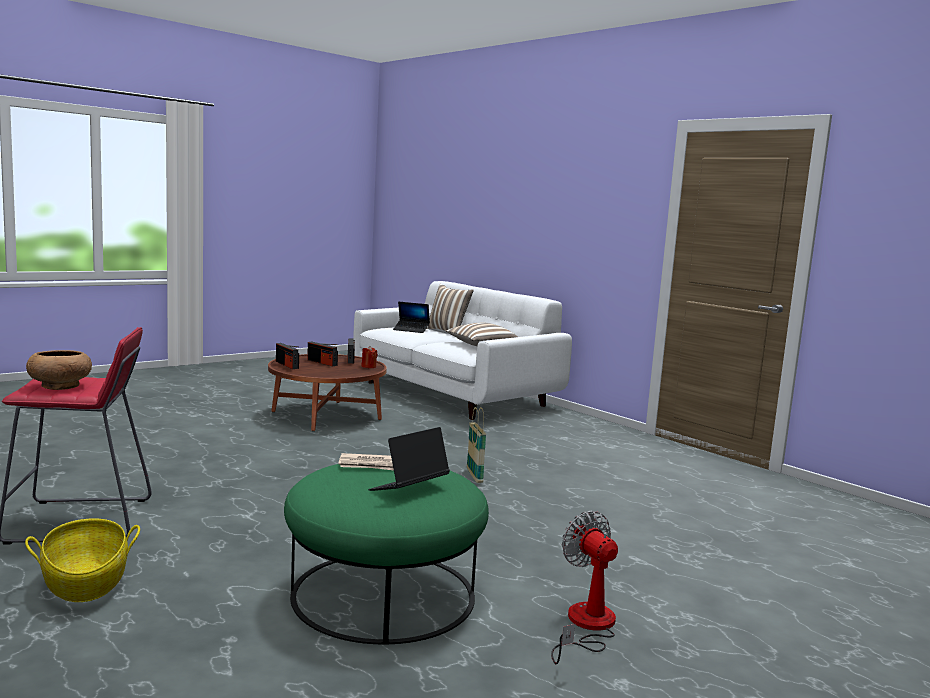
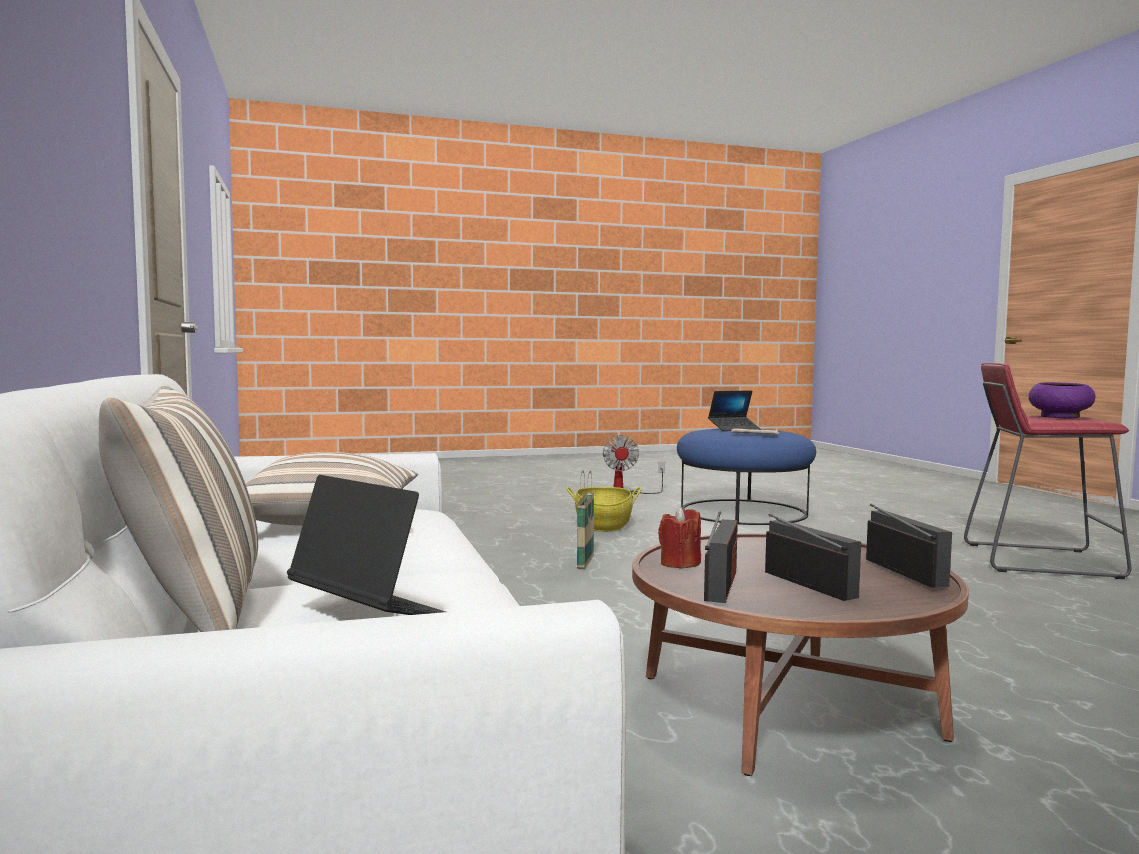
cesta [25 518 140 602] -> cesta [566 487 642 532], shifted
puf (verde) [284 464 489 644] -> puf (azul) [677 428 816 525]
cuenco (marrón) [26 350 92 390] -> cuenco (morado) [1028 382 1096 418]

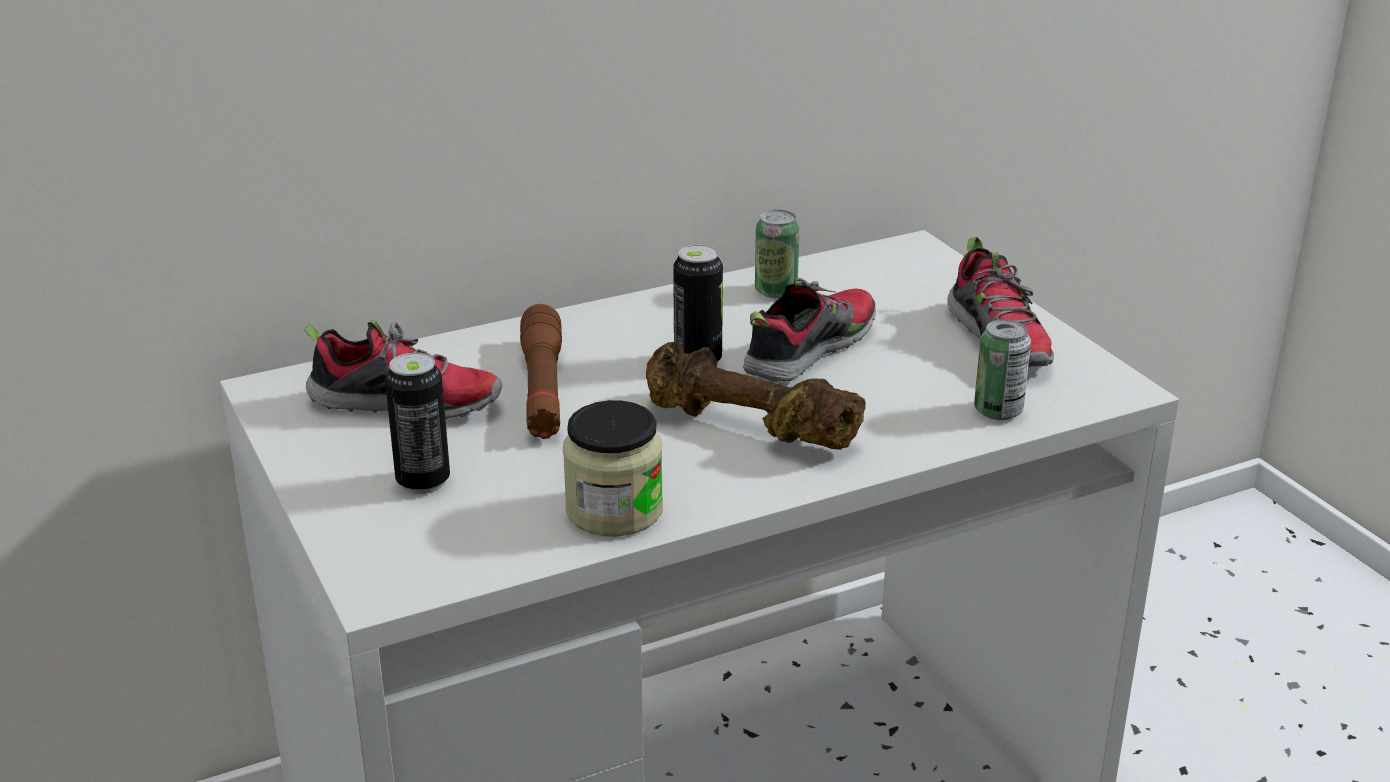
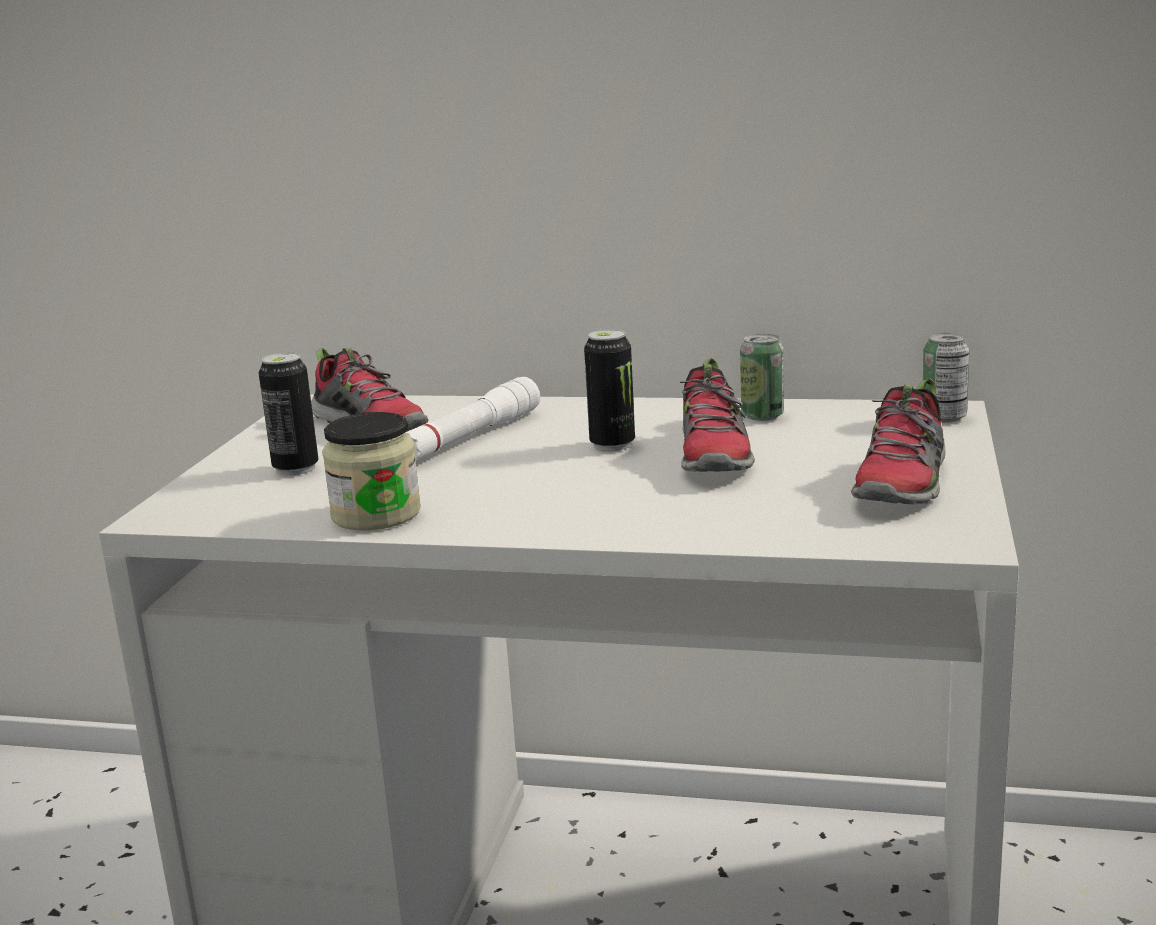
linterna (marrón) [520 304 562 439] -> linterna (blanco) [406 377 540 461]
zapato [743 278 876 382] -> zapato [680 358 755 472], 105 degrees clockwise
lata [974 319 1031 420] -> lata [923 333 970 423], shifted
mancuerna (marrón) [646 342 866 450] -> none

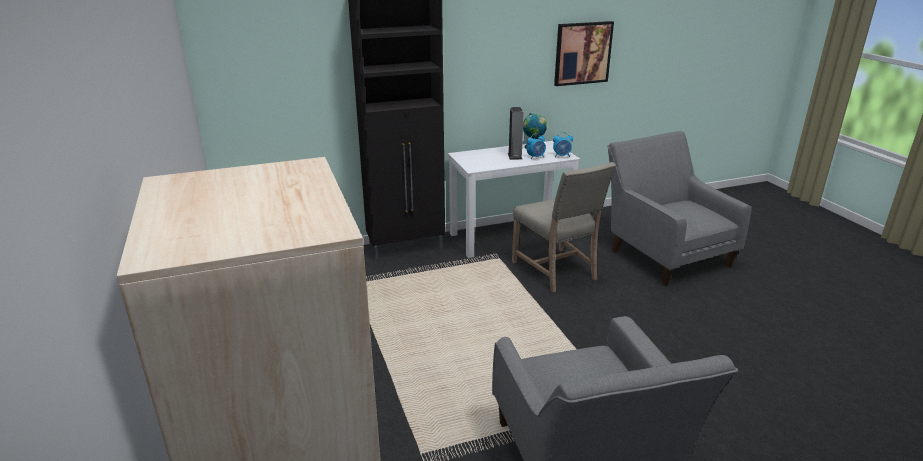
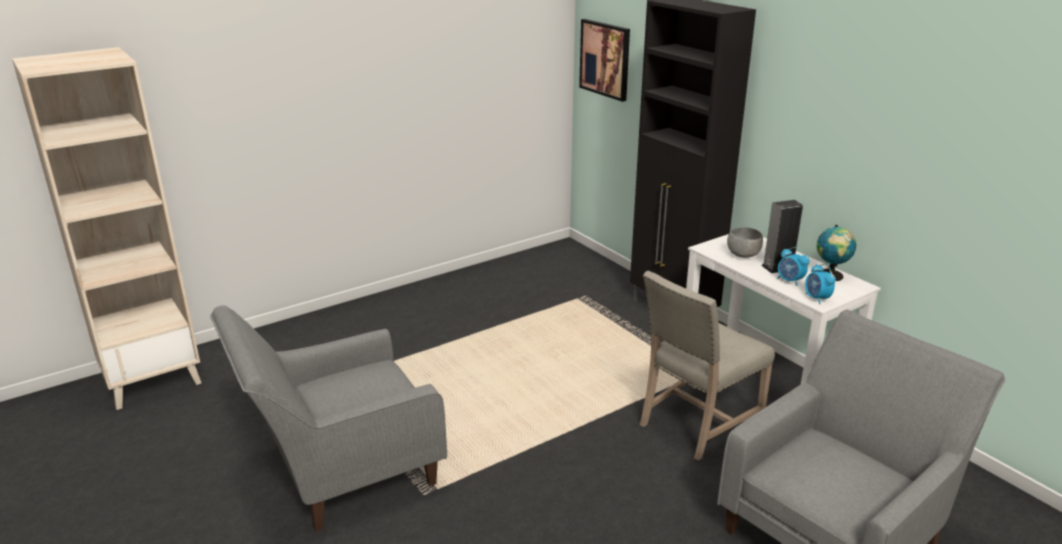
cuadro [554 21 614 86] -> cuadro [579 19 630 102], shifted
none -> cuenco (gris) [727 227 763 258]

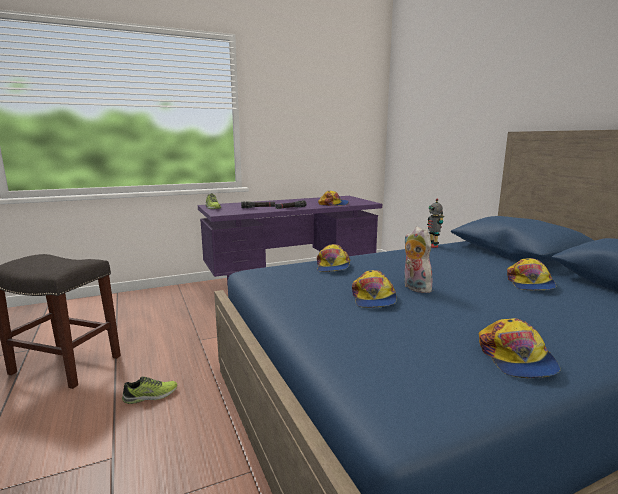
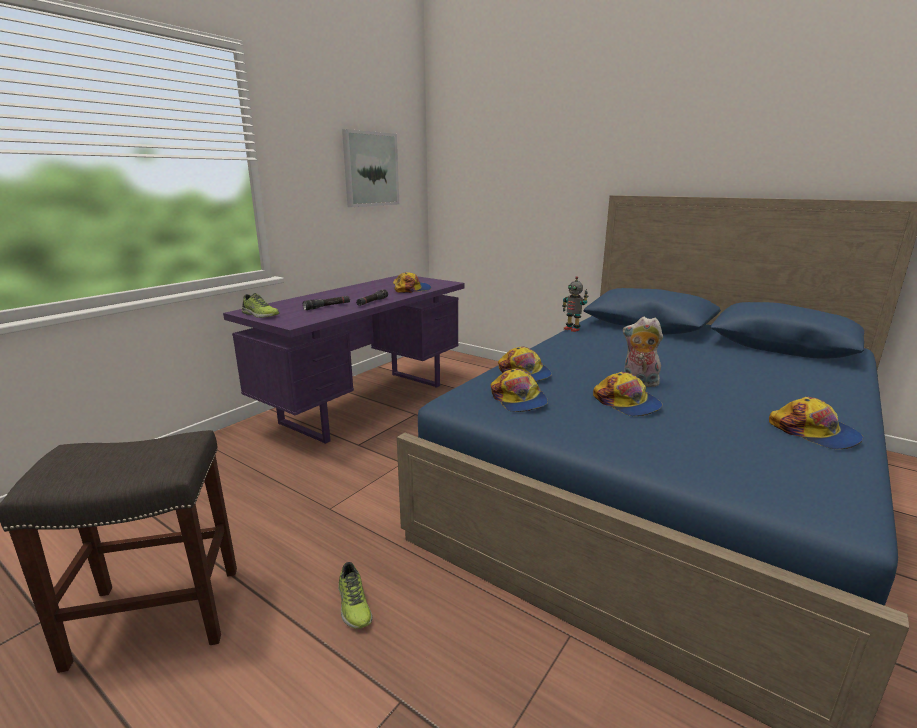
zapato [122 376 177 404] -> zapato [338 562 372 629], 120 degrees clockwise
none -> cuadro [342 129 399 207]
gorra [507 258 556 290] -> gorra [491 369 548 412], shifted

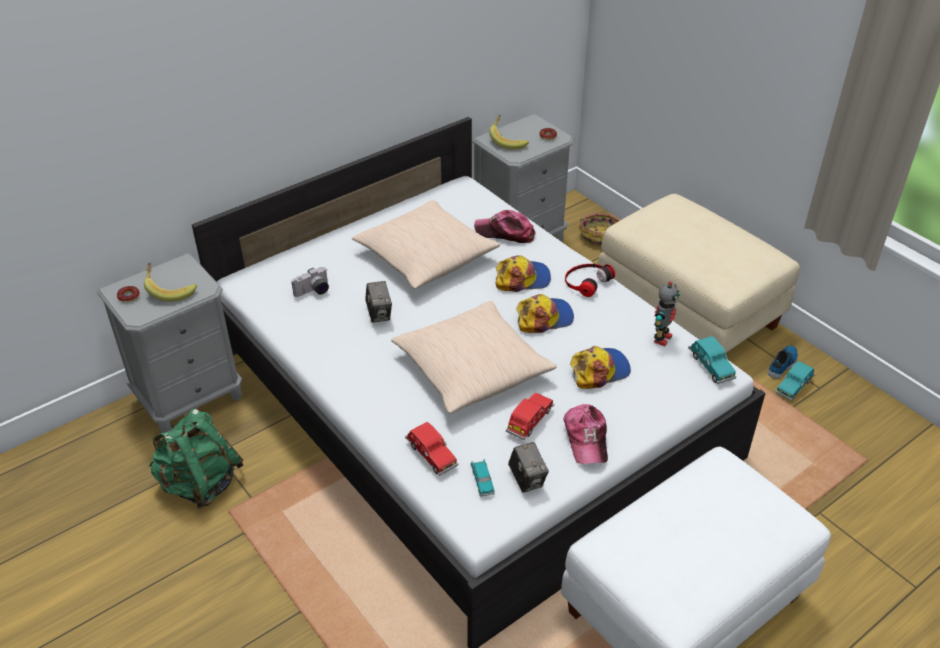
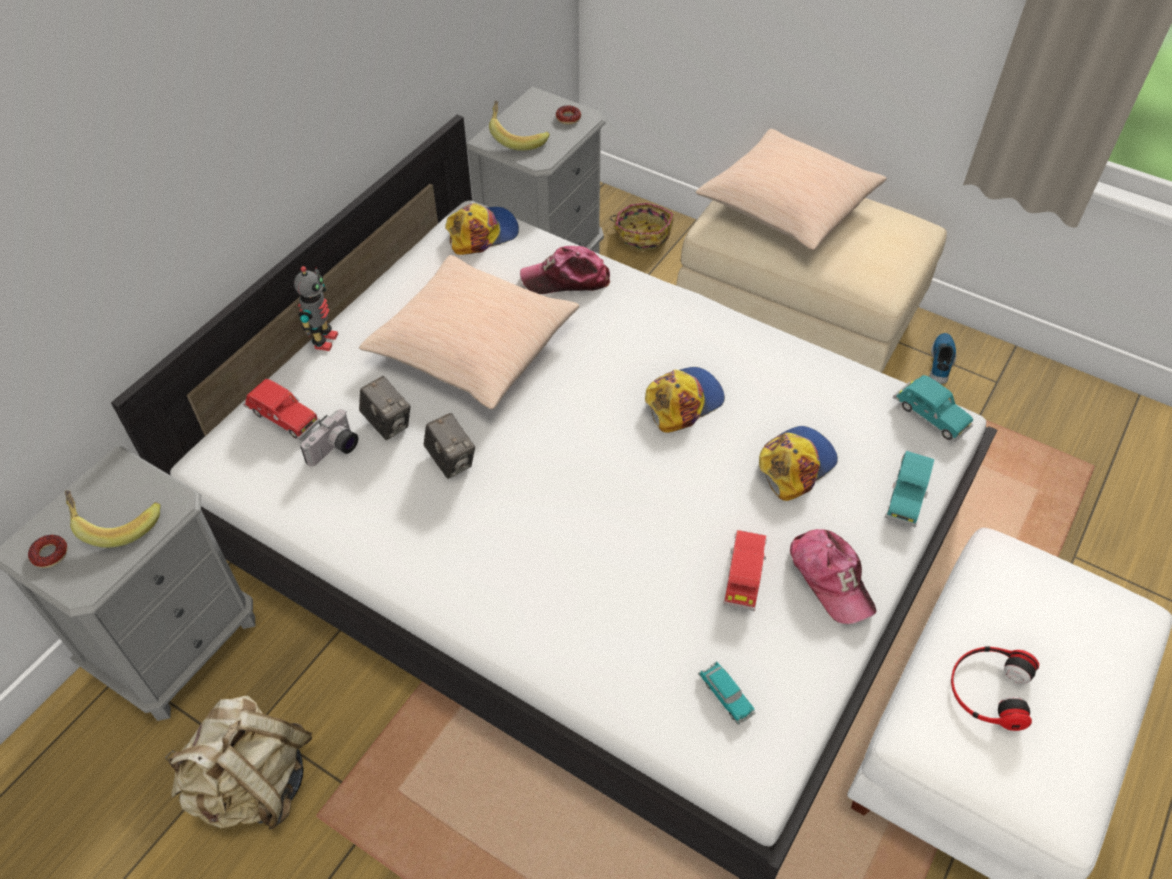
mochila (verde) [149 409 243 509] -> mochila (beis) [165 696 312 829]
coche de juguete (rojo) [405 422 458 476] -> coche de juguete (rojo) [243 379 320 440], shifted
robot de juguete [654 281 680 346] -> robot de juguete [294 266 338 351], shifted
cámara [508 442 549 493] -> cámara [359 376 410 440], shifted
gorra [495 255 551 292] -> gorra [445 203 519 255], shifted
cojín (beis) [391 301 557 414] -> cojín (beis) [695 129 887 250], shifted
coche de juguete (turquesa) [775 361 815 401] -> coche de juguete (turquesa) [884 451 934 528], shifted
auriculares [565 263 615 297] -> auriculares [951 646 1039 731], shifted

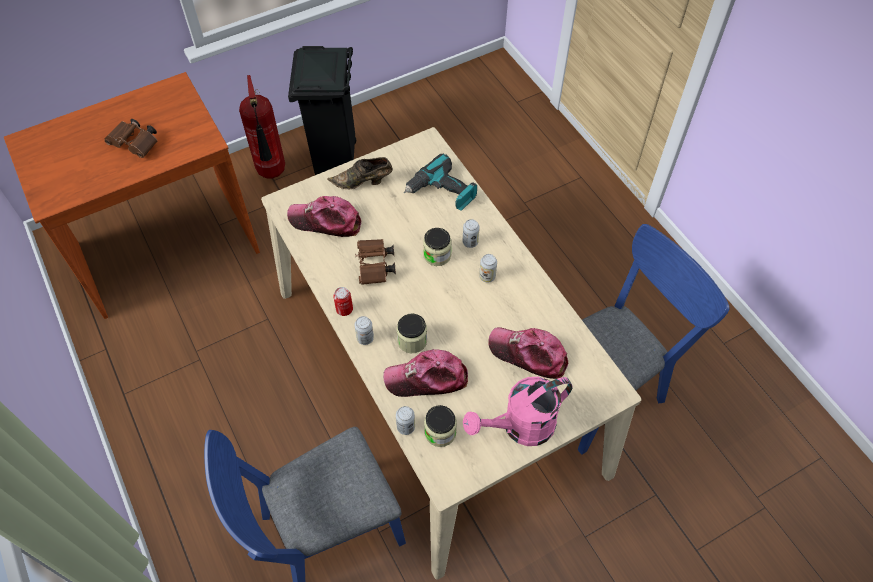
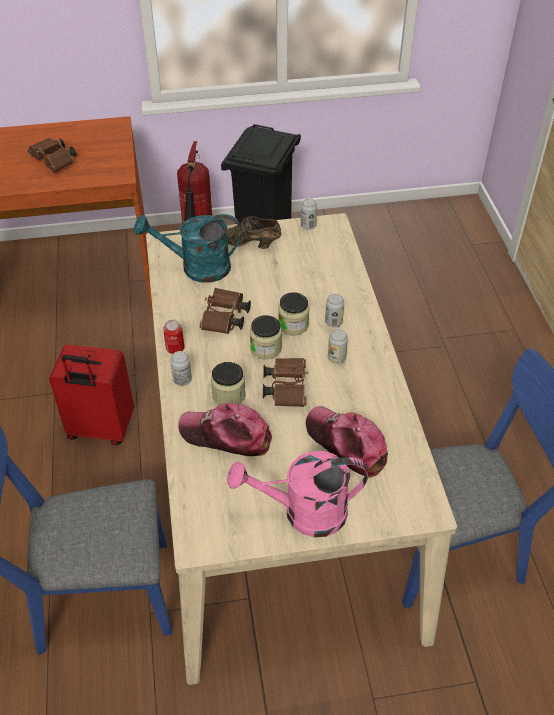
none -> maleta (rojo) [49 345 134 445]
gorra [287 196 361 237] -> regadera (turquesa) [134 214 241 283]
tarro [424 405 457 447] -> tarro [250 315 282 360], shifted
none -> prismáticos (marrón) [263 358 308 407]
lata [396 406 415 435] -> lata [301 199 317 230], shifted
taladro [404 153 477 211] -> none

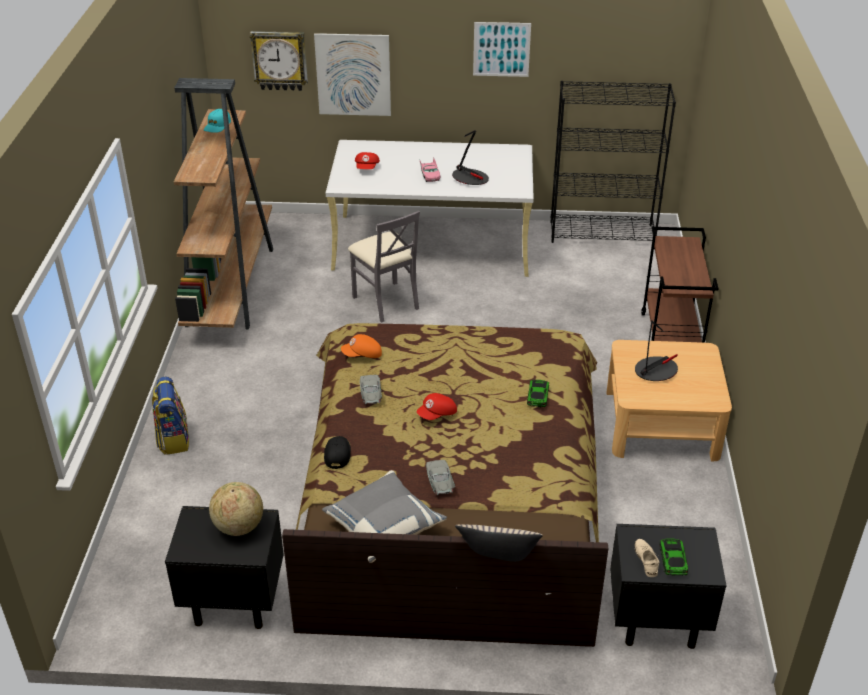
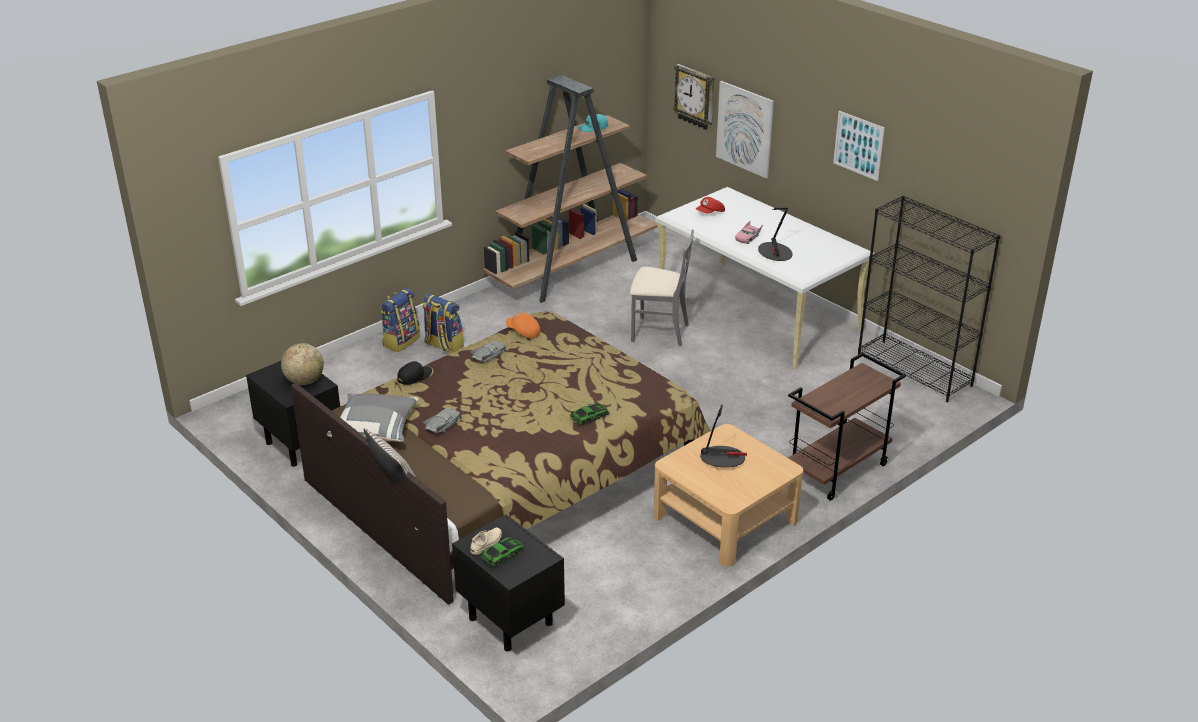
none -> mochila [423 293 464 354]
silla (gris) [348 211 420 323] -> silla (gris) [630 230 694 346], 90 degrees counterclockwise
gorra (rojo) [417 393 457 420] -> none

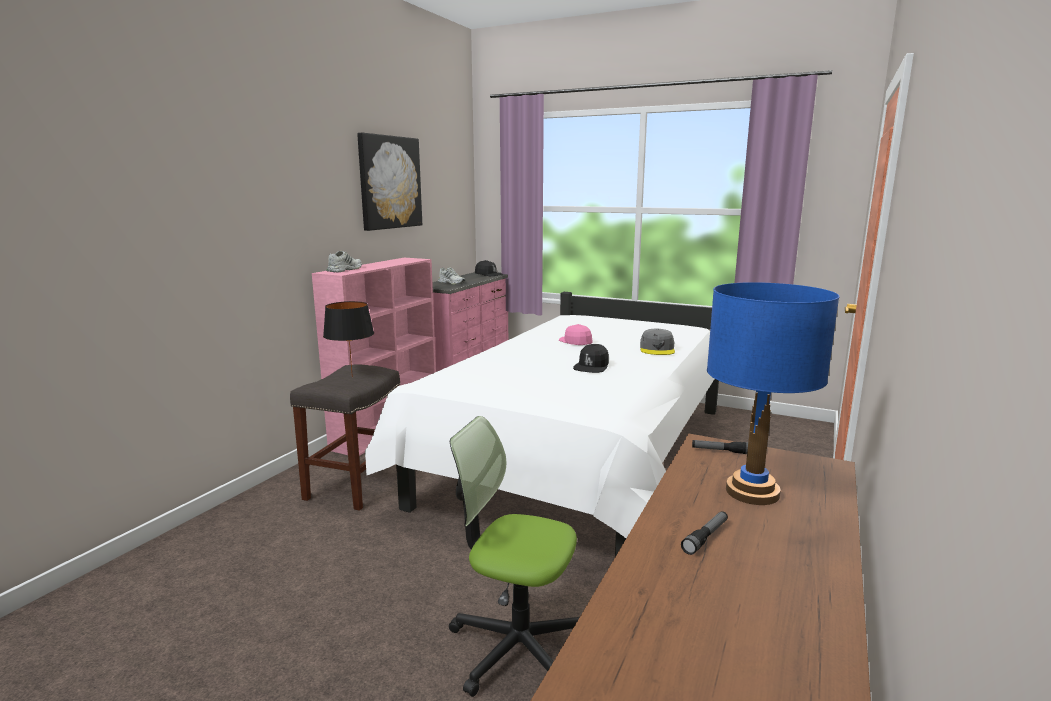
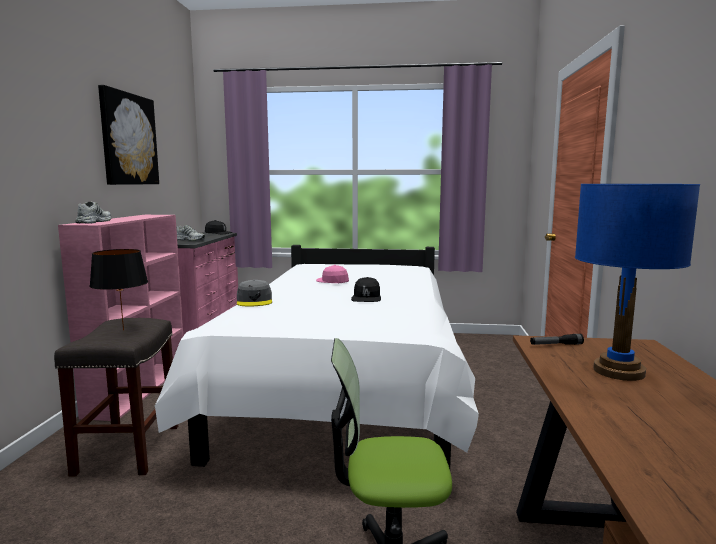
gorra (gris) [640 329 675 355] -> gorra (gris) [237 280 272 306], shifted
linterna [681 511 728 555] -> none

